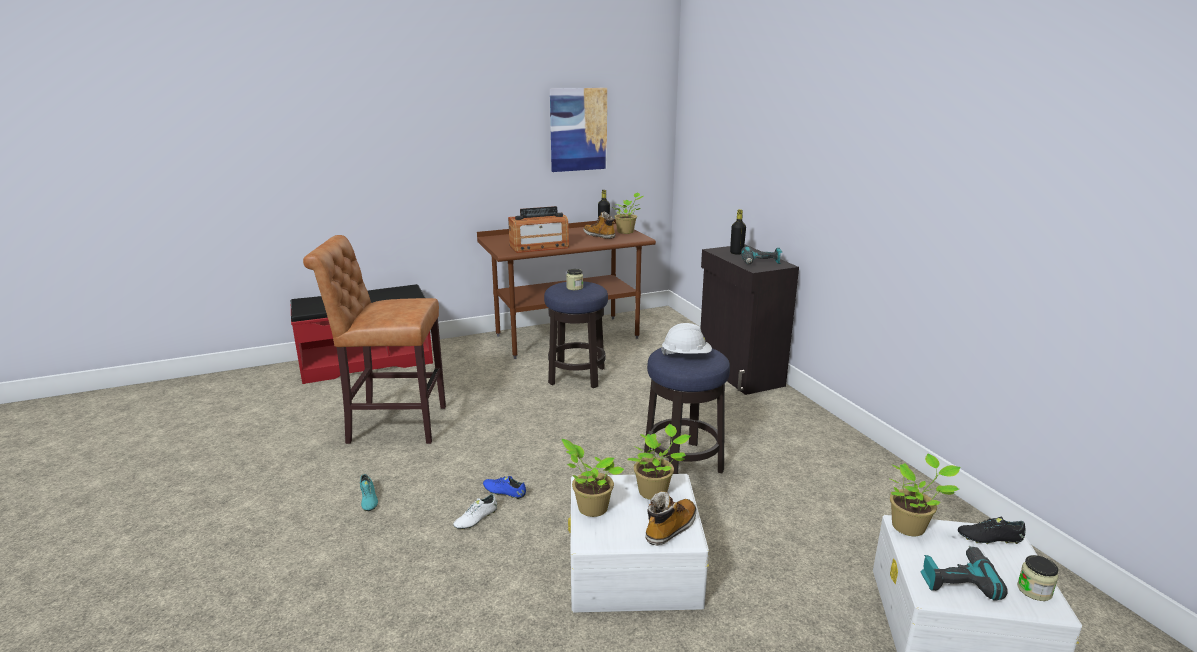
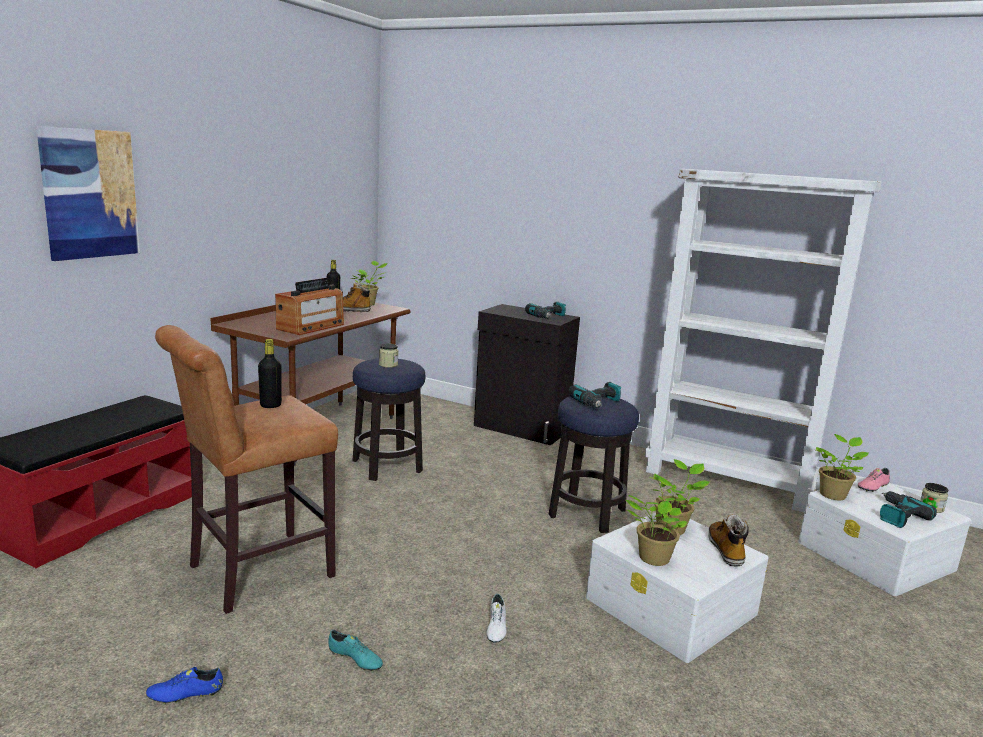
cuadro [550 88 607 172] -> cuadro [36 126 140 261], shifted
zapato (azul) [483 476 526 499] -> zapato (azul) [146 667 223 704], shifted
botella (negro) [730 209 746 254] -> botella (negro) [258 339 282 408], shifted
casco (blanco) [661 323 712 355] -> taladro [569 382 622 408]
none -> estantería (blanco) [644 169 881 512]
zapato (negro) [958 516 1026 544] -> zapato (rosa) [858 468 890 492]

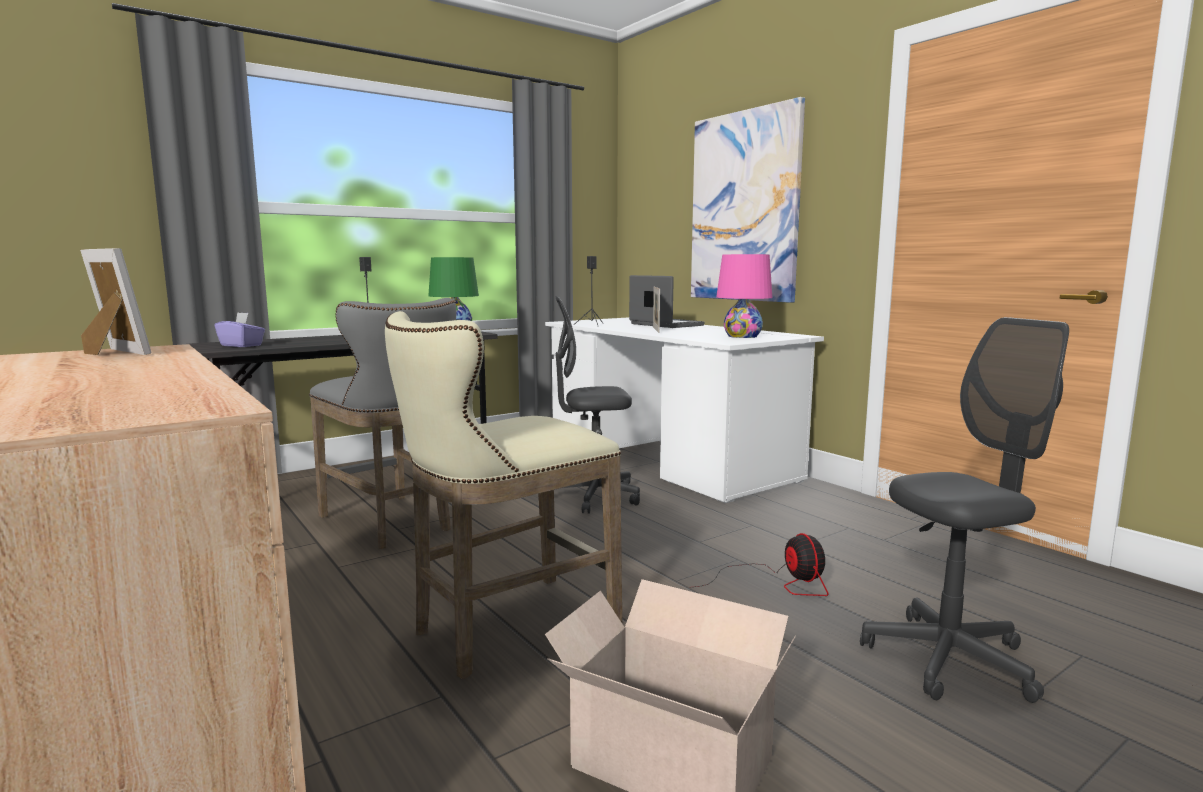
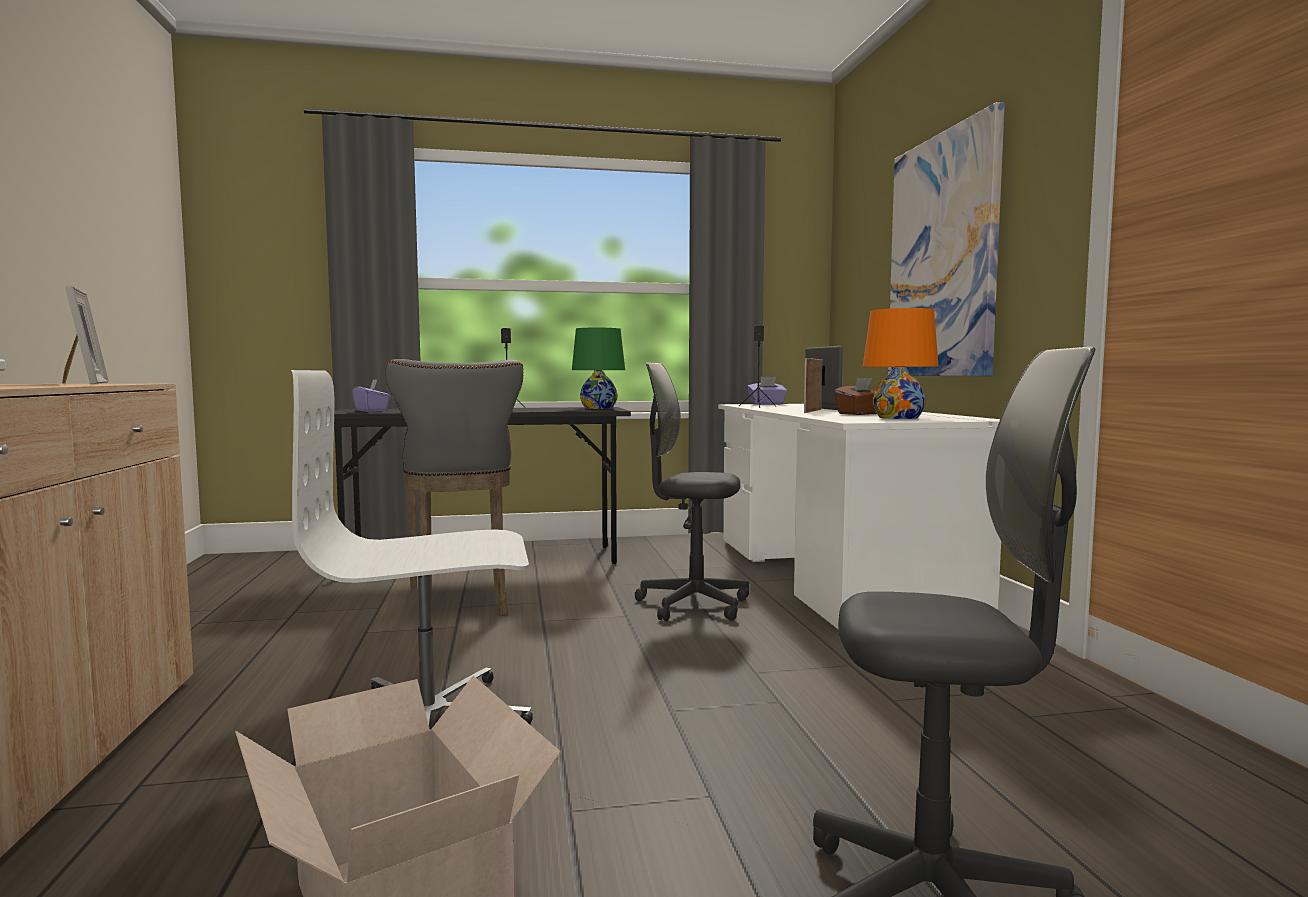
taburete (beis) [385 311 622 679] -> silla de oficina (blanco) [291 370 533 725]
none -> caja de pañuelos (morado) [747 377 787 405]
none -> caja de pañuelos (marrón) [834 378 877 415]
lámpara de mesa (rosa) [716 254 772 338] -> lámpara de mesa (naranja) [863 308 939 419]
ventilador [694 533 828 596] -> none

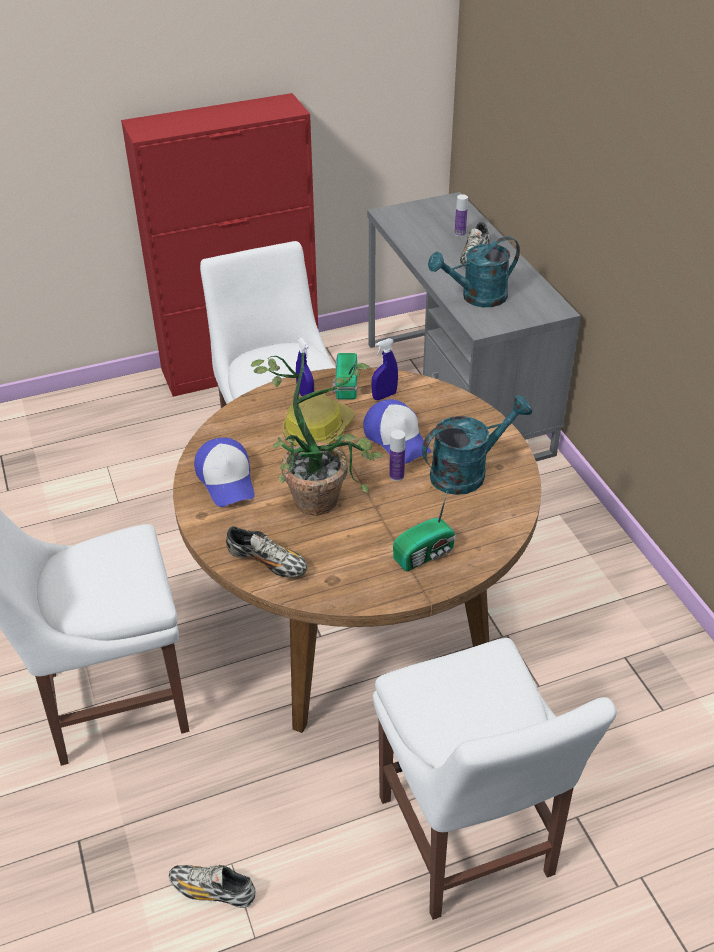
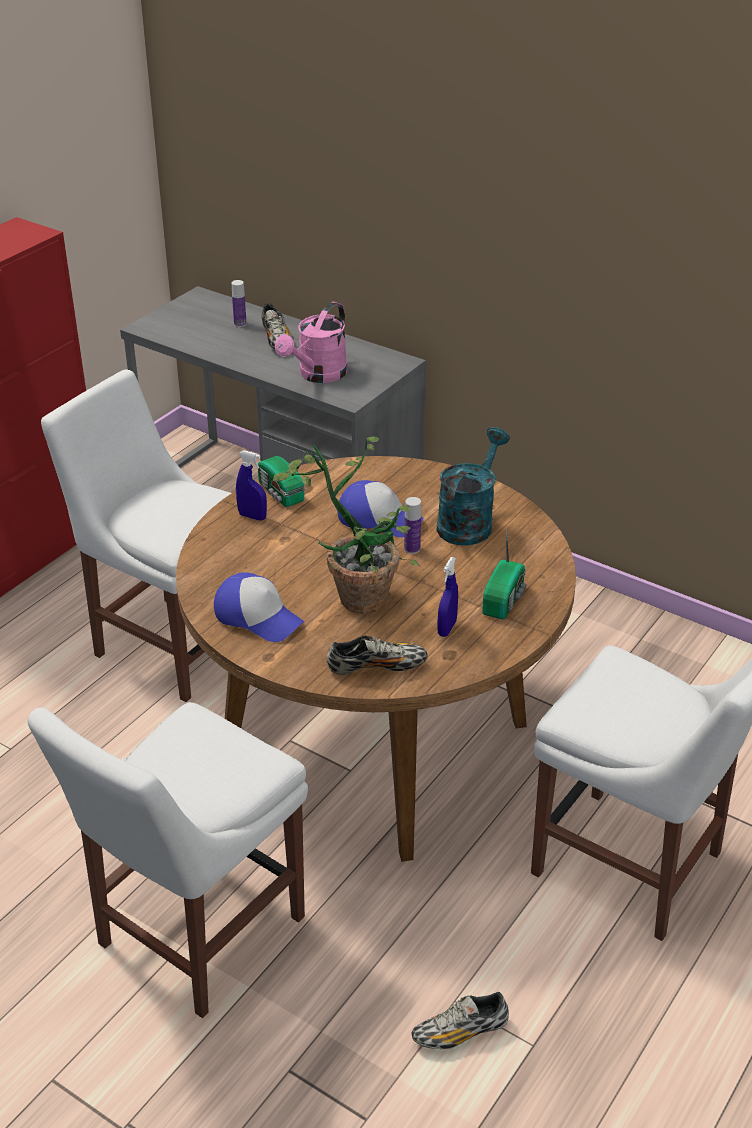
regadera (turquesa) [428 236 520 307] -> regadera (rosa) [275 302 348 383]
pulverizador (azul) [371 338 398 400] -> pulverizador (azul) [438 557 458 637], shifted
casco [283 394 355 446] -> none

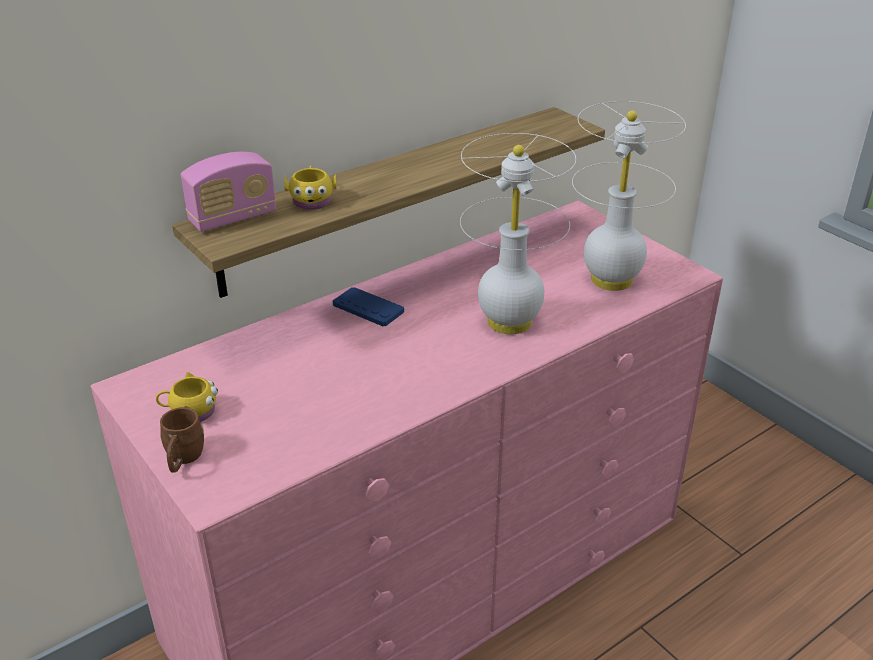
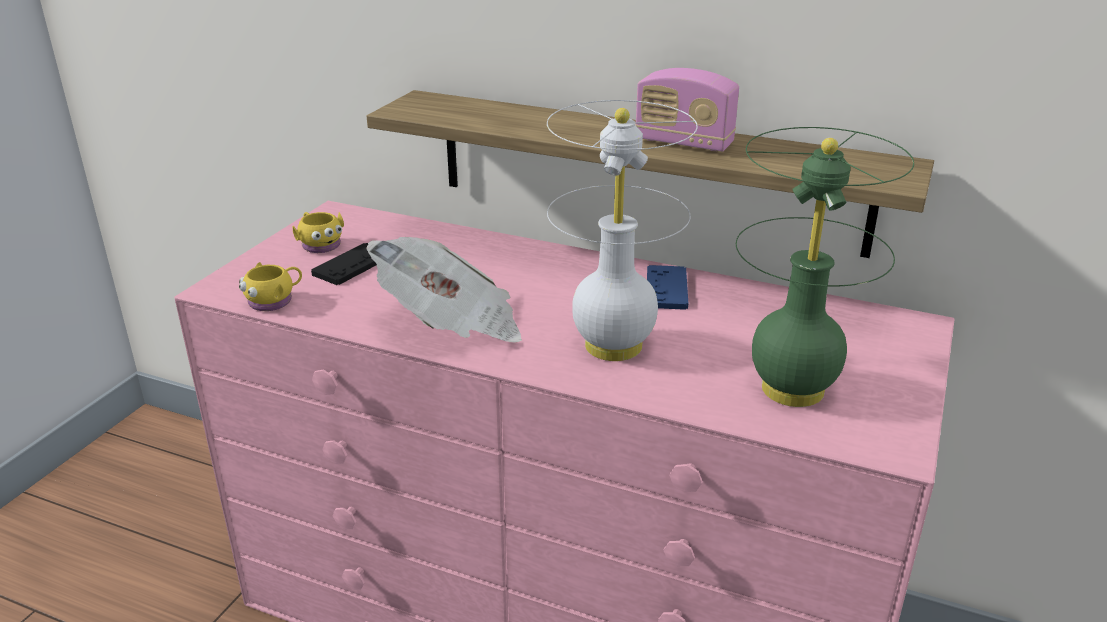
taza grande (amarillo) [284 165 337 210] -> taza grande (amarillo) [239 262 302 311], shifted
none -> mando de consola (negro) [311 243 377 285]
none -> periódico [367 237 522 343]
radio [181 152 276 232] -> radio [635 68 739 152], shifted
mando de consola (azul) [333 287 404 327] -> mando de consola (azul) [647 265 688 310], shifted
lámpara de mesa (blanco) [572 101 686 291] -> lámpara de mesa (verde) [736 127 914 407]
taza grande (marrón) [160 407 204 473] -> none

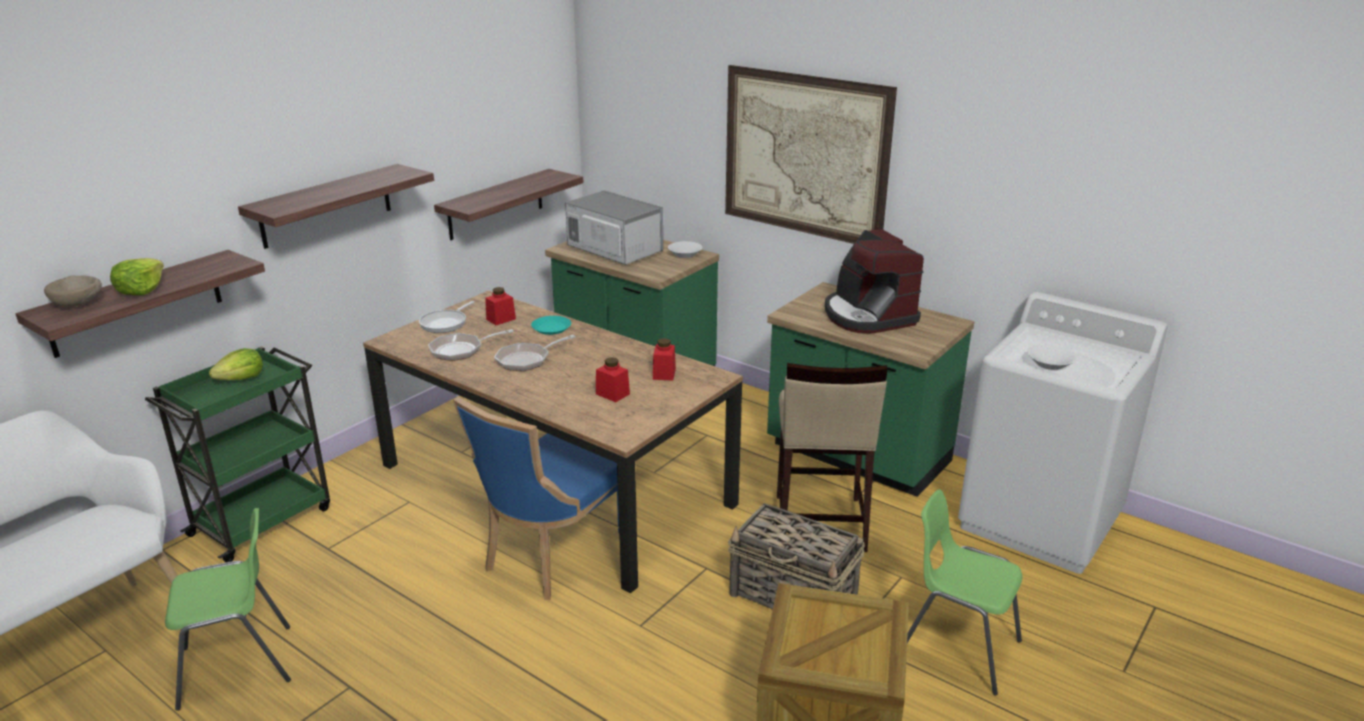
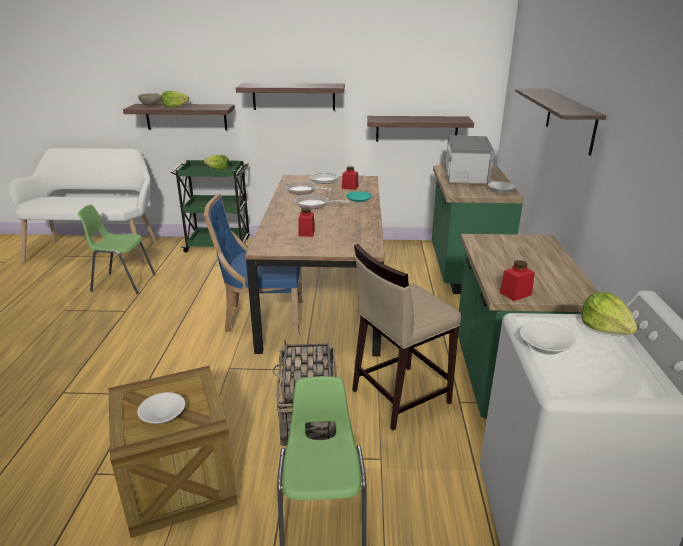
silla (verde) [165 508 291 711] -> silla (verde) [78 205 156 294], 150 degrees clockwise
none -> cuenco (blanco) [137 392 185 424]
tarro (rojo) [653 338 676 380] -> tarro (rojo) [500 260 535 301], shifted
cuadro [725 65 897 244] -> estante [515 88 606 156]
none -> lechuga [581 292 638 334]
cafetera [825 229 924 333] -> none

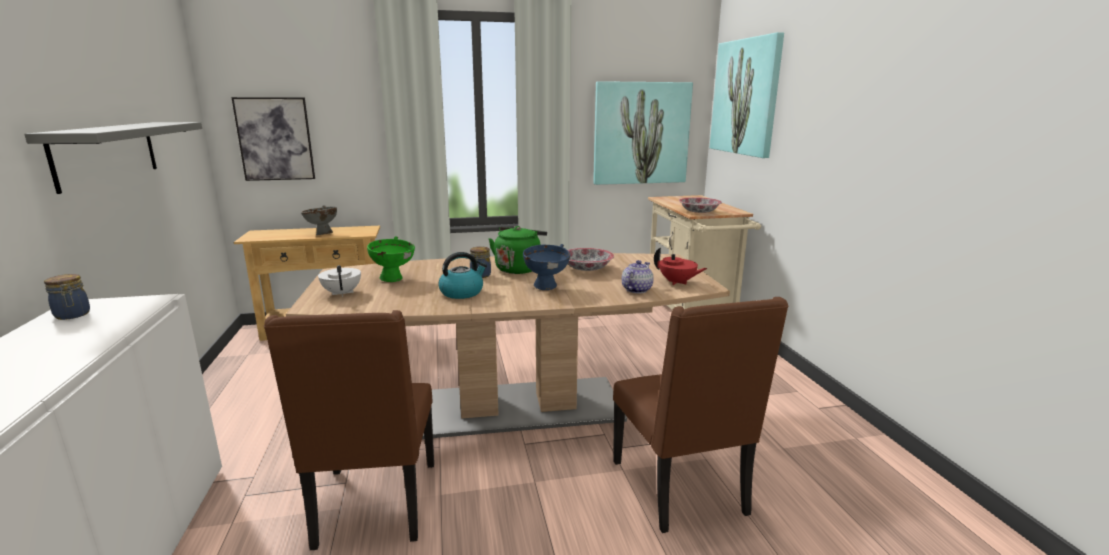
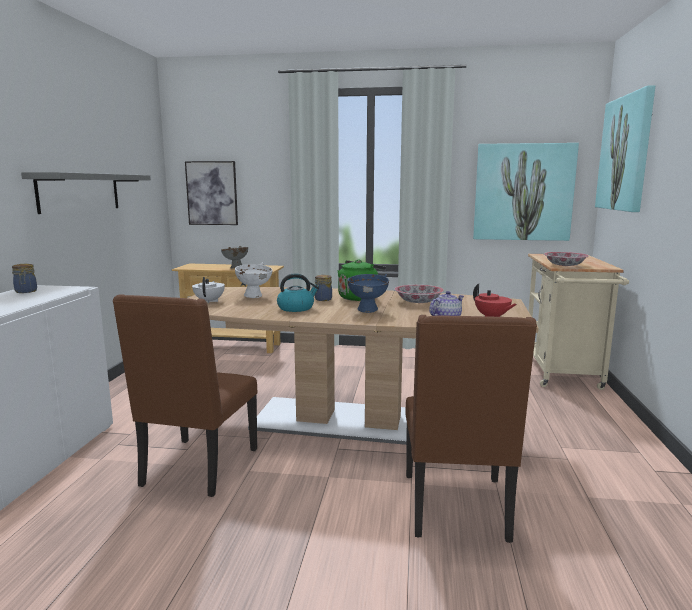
cuenco (verde) [367 236 415 282] -> cuenco (blanco) [235 263 273 298]

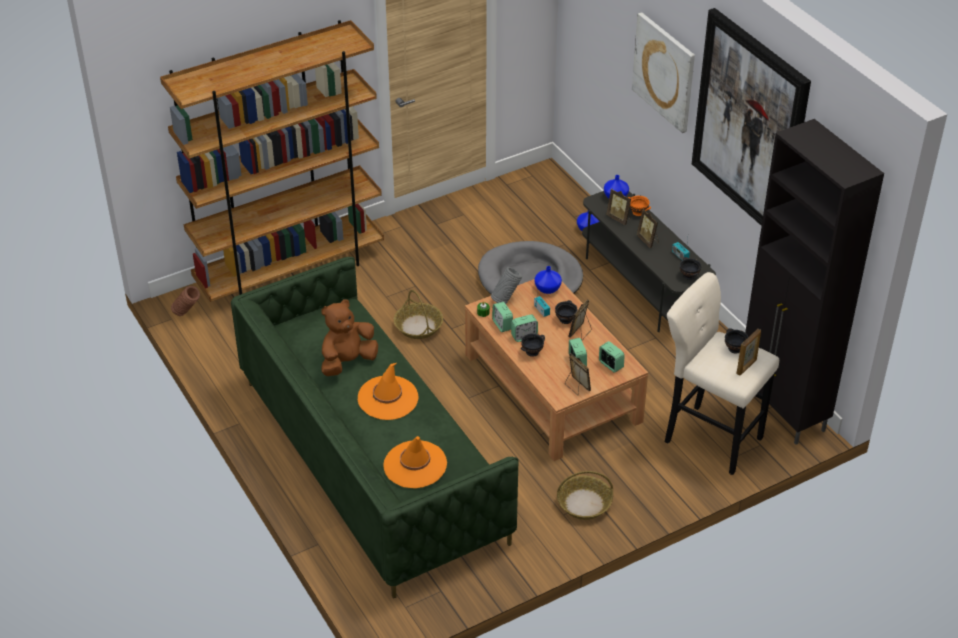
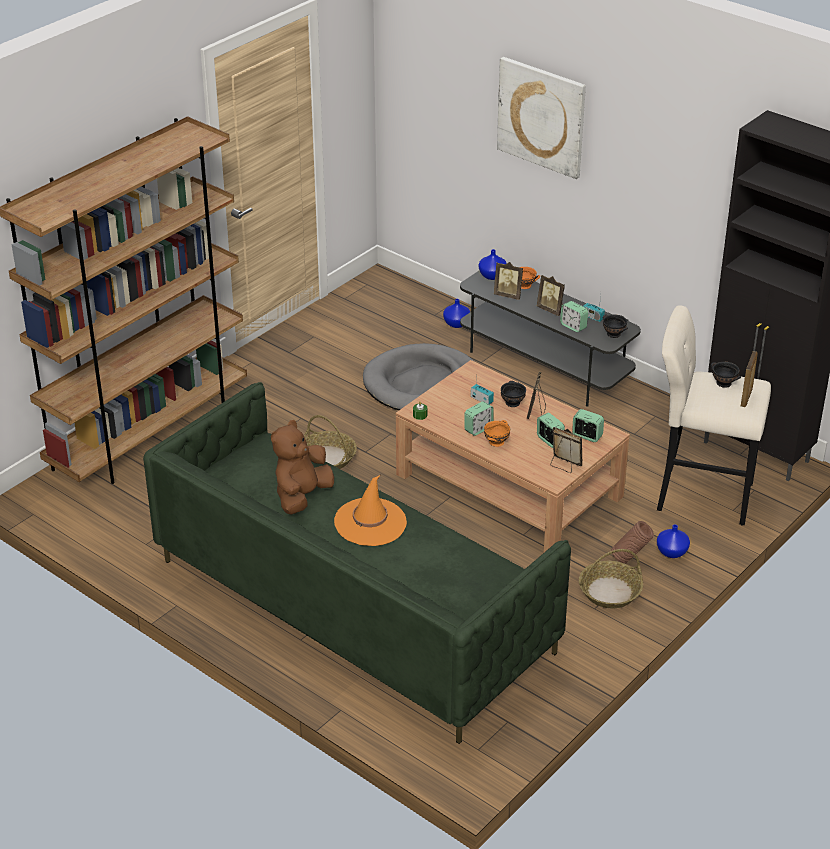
cuenco (negro) [521 334 545 357] -> cuenco (naranja) [484 420 510 447]
despertador [492 302 513 332] -> despertador [560 301 588 332], shifted
florero (marrón) [171 286 200 316] -> florero (marrón) [611 521 654 563], shifted
florero (azul) [535 266 562 294] -> florero (azul) [657 524 690 558], shifted
sombrero (naranja) [383 436 447 488] -> none
florero (gris) [491 267 522 304] -> none
cuadro [692 8 811 226] -> none

